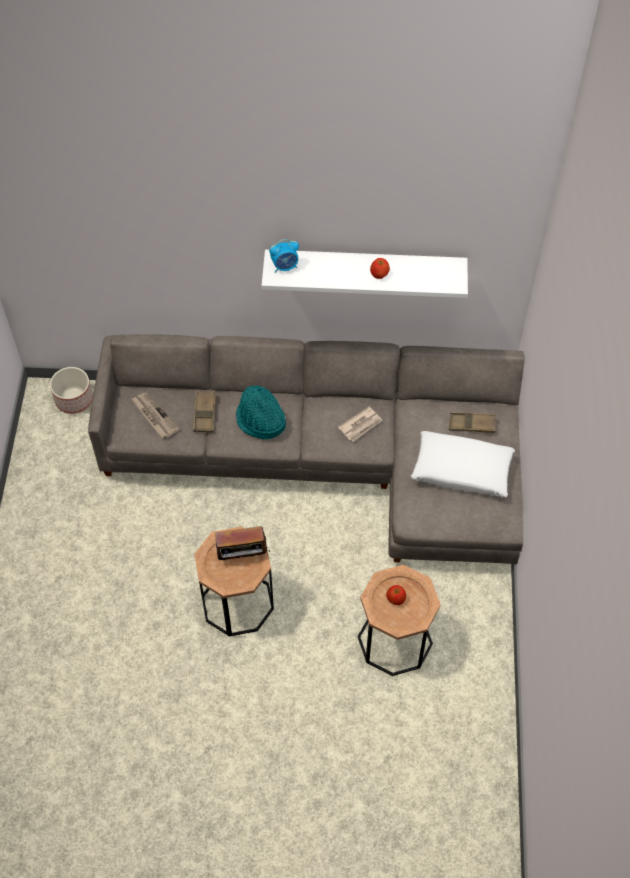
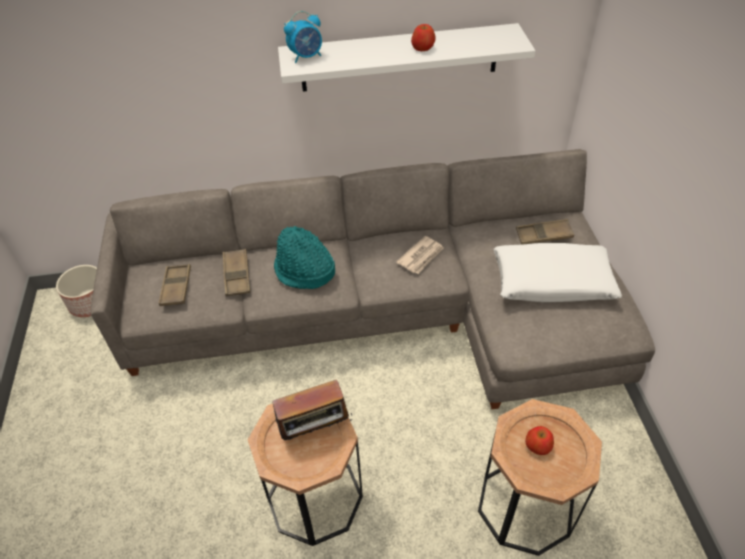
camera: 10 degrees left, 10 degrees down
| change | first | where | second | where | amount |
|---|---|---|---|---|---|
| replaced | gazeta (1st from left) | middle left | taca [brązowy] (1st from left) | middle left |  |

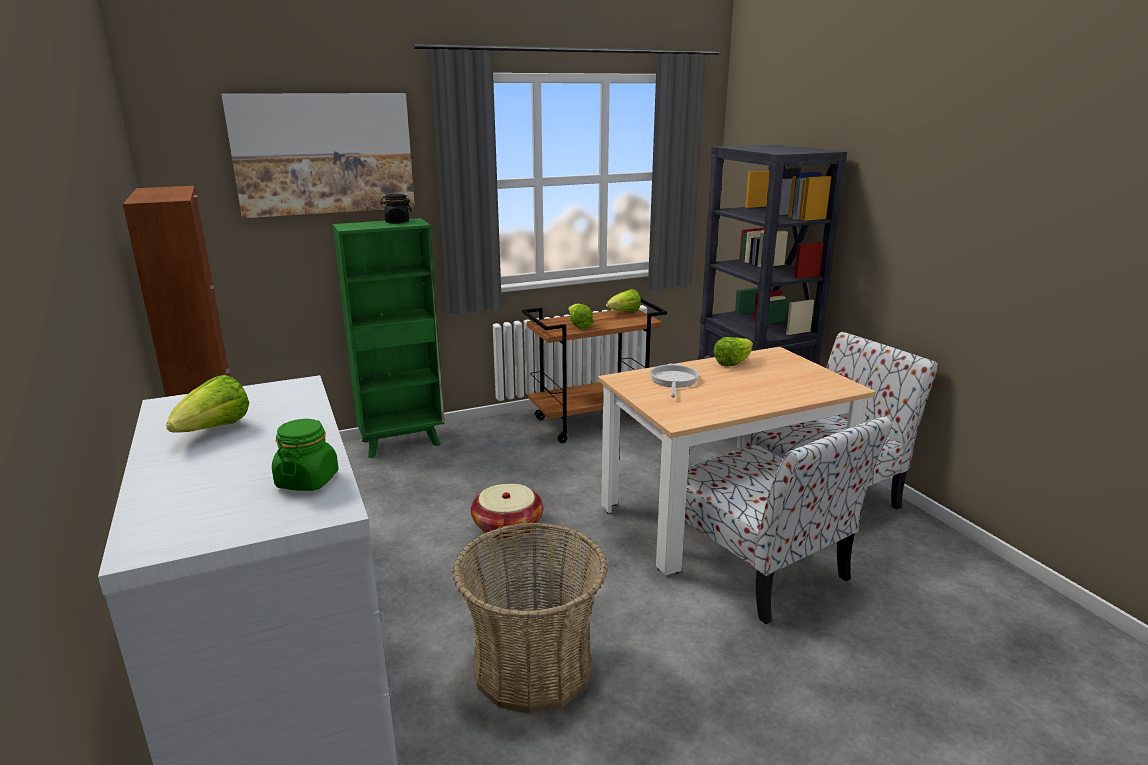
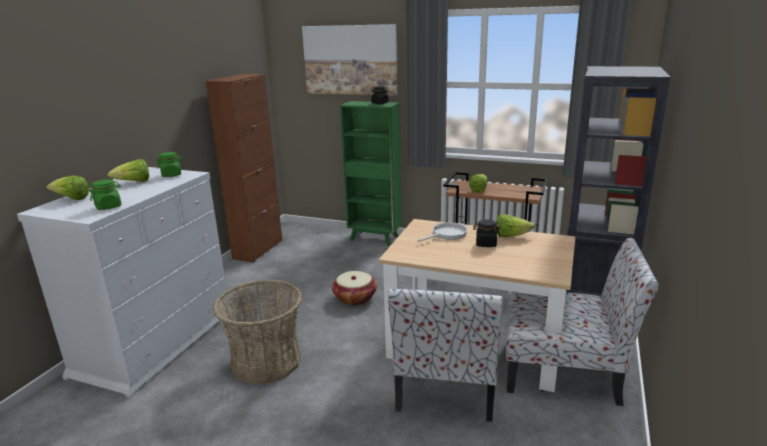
camera: 45 degrees right, 0 degrees up
| change | first | where | second | where | amount |
|---|---|---|---|---|---|
| added |  |  | słoik [zielony] (2nd from left) | middle left |  |
| added |  |  | słoik [czarny] (2nd from left) | centre |  |
| moved | sałata (3rd from left in the first image) | centre | sałata (1st from left) | middle left |  |

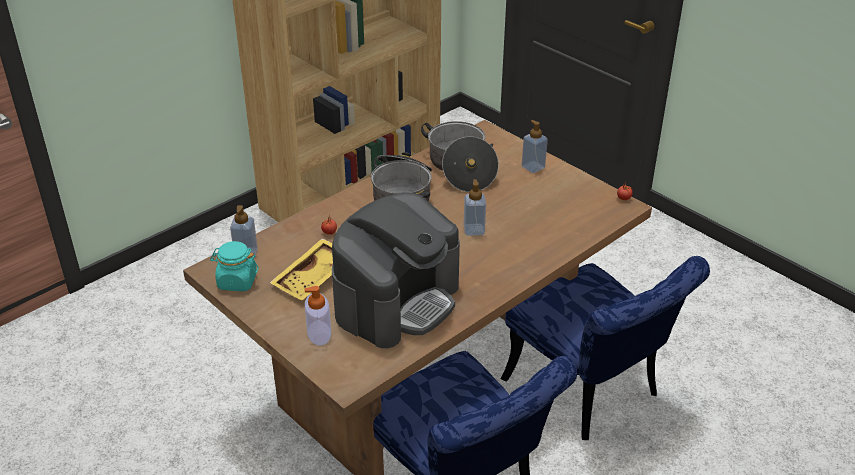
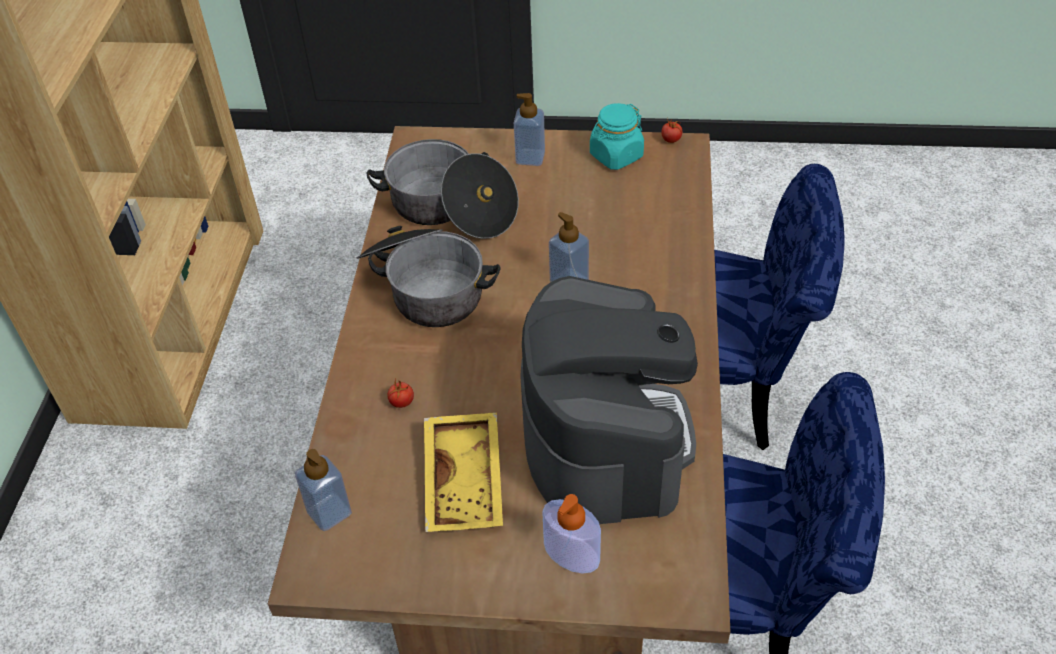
camera: 40 degrees left, 10 degrees up
| change | first | where | second | where | amount |
|---|---|---|---|---|---|
| moved | słoik [turkusowy] | middle left |  | top centre |  |

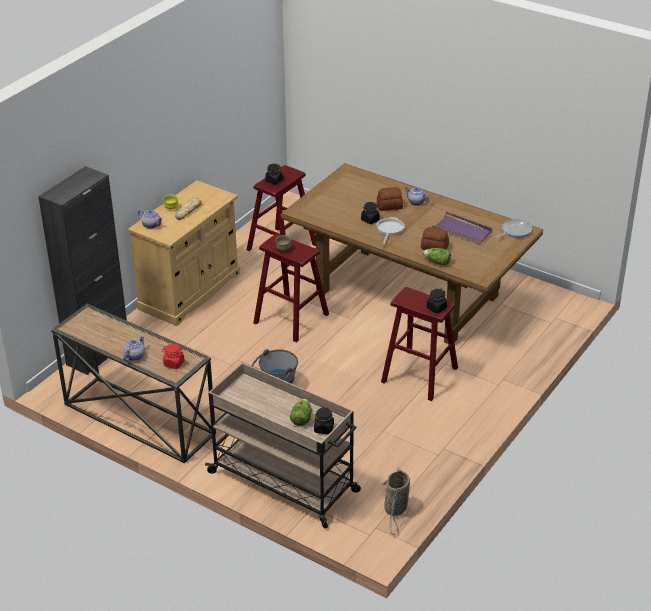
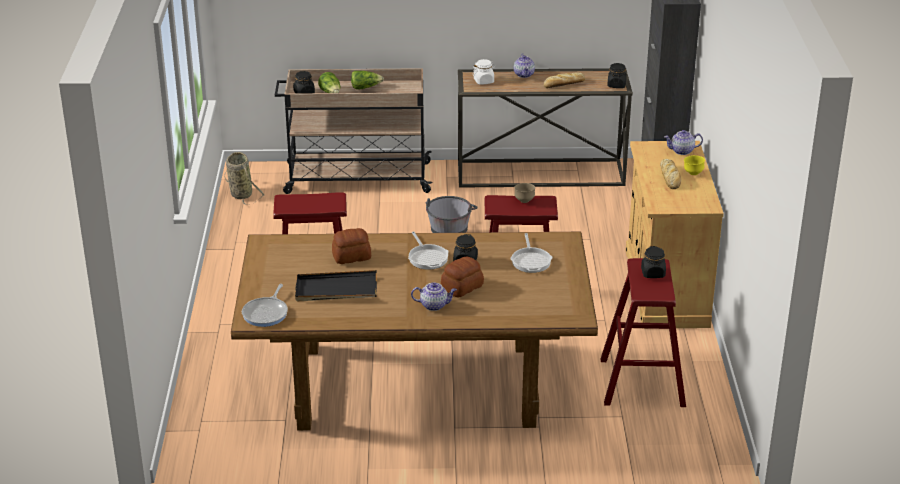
camera: 145 degrees right, 5 degrees down
| change | first | where | second | where | amount |
|---|---|---|---|---|---|
| added |  |  | patelnia (3rd from left) | centre |  |
| added |  |  | chleb (3rd from left) | top centre |  |
| moved | sałata (2nd from left) | middle right |  | top centre |  |
| moved | słoik [czarny] (4th from left in the first image) | middle right | słoik [czarny] (3rd from left) | top right |  |
| recoloured | słoik [czerwony] | middle left | słoik [biały] | top centre |  |
| recoloured | taca [fioletowy] | middle right | taca [czarny] | centre |  |

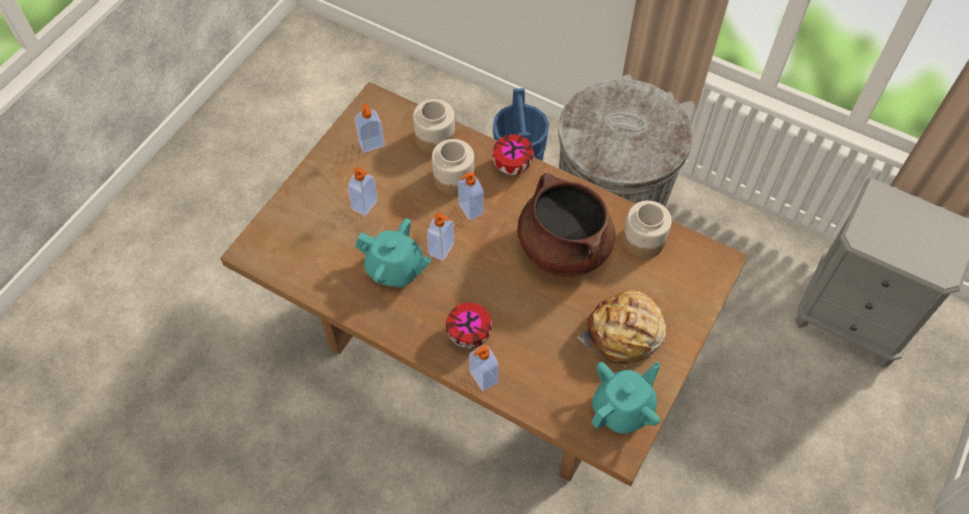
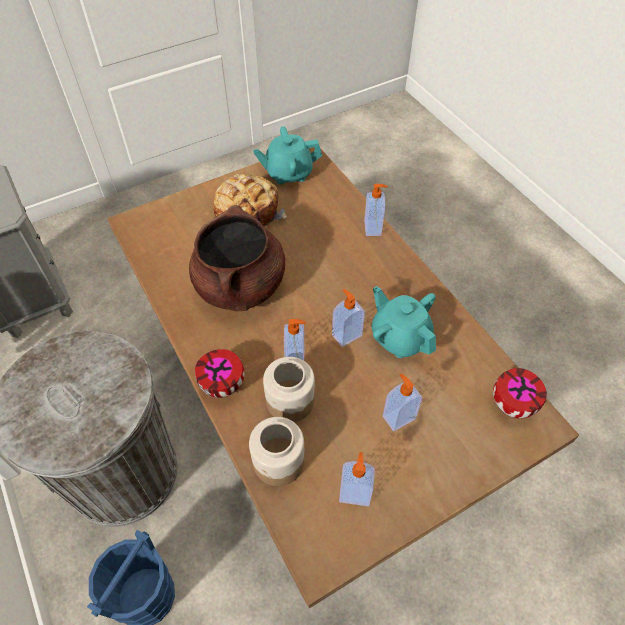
camera: 150 degrees left, 5 degrees down
| change | first | where | second | where | amount |
|---|---|---|---|---|---|
| removed | słoik (3rd from left) | middle right |  |  |  |
| moved | miska (1st from left in the first image) | centre | miska (2nd from left) | middle right |  |

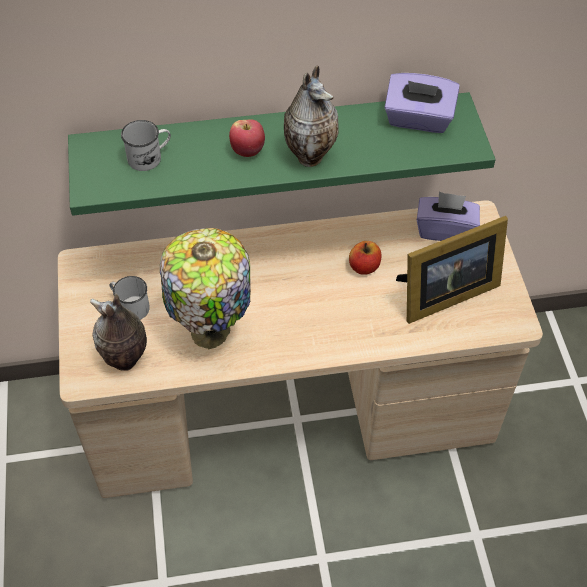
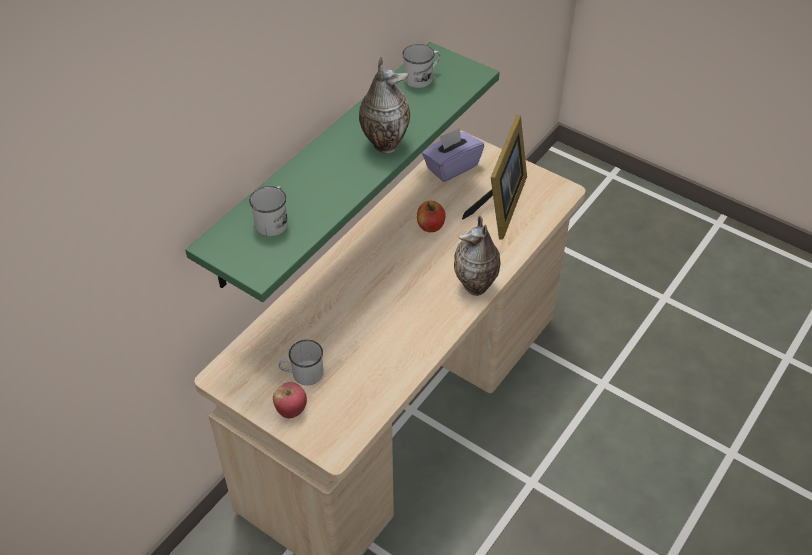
camera: 45 degrees left, 5 degrees down
| change | first | where | second | where | amount |
|---|---|---|---|---|---|
| removed | lampa stołowa | centre |  |  |  |
| moved | wazon (1st from left in the first image) | middle left | wazon (2nd from left) | centre |  |
| moved | jabłko (1st from left) | top centre |  | bottom centre |  |
| replaced | pudełko chusteczek [fioletowy] (1st from left) | top right | kubek [biały] (3rd from left) | top centre |  |

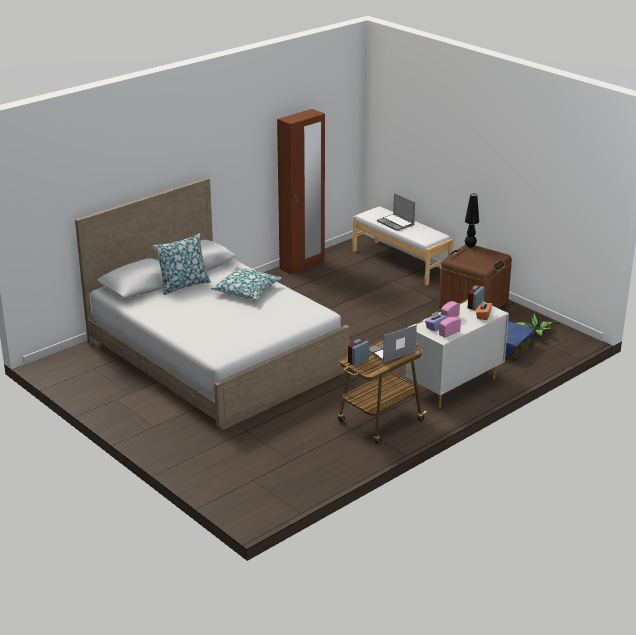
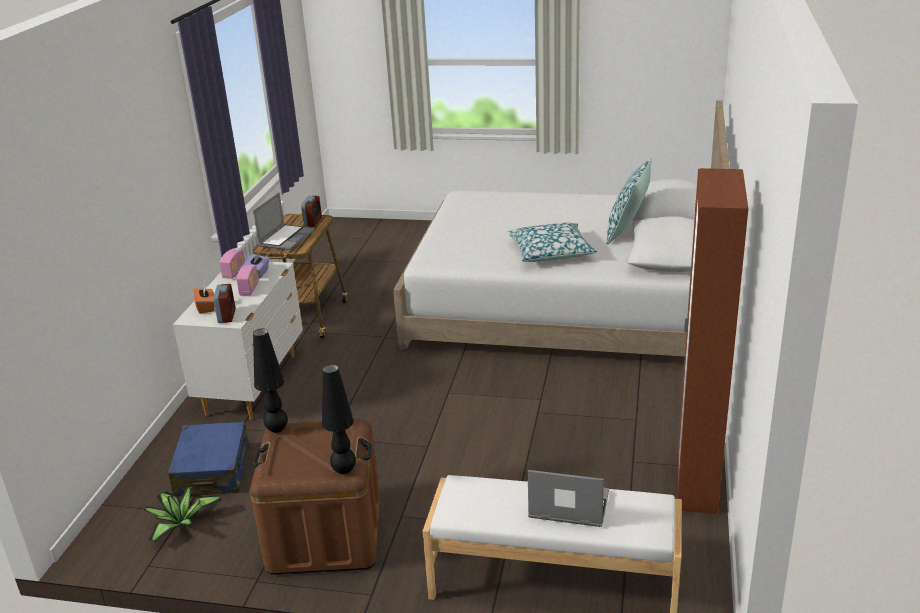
camera: 145 degrees right, 0 degrees up
| change | first | where | second | where | amount |
|---|---|---|---|---|---|
| added |  |  | lampa stołowa [czarny] (1st from left) | middle left |  |

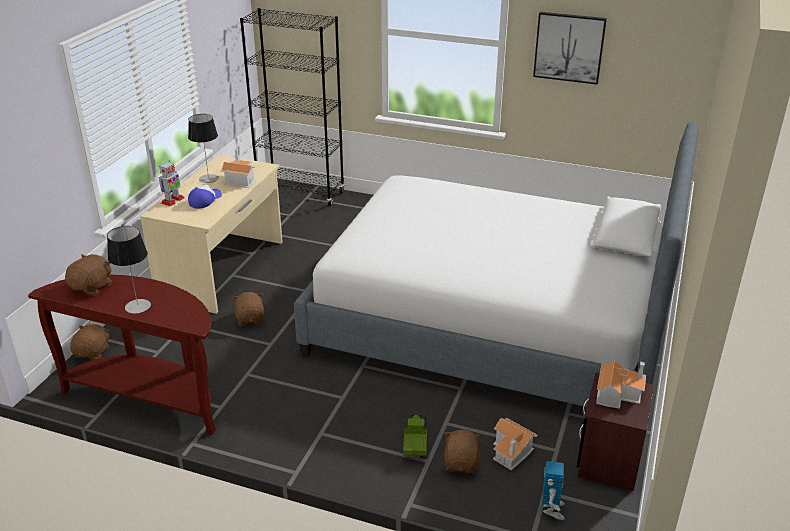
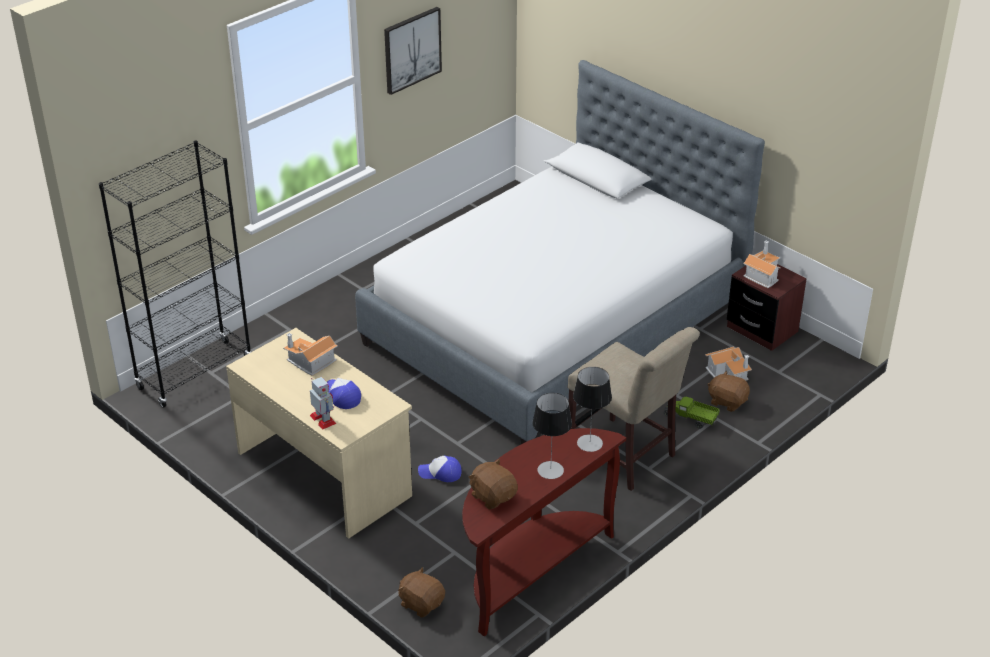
camera: 65 degrees left, 5 degrees up
| change | first | where | second | where | amount |
|---|---|---|---|---|---|
| removed | robot zabawkowy (2nd from left) | bottom right |  |  |  |
| added |  |  | krzesło [beżowy] | centre |  |
| moved | lampa stołowa (2nd from left) | top left |  | centre |  |
| replaced | pluszak [brązowy] (3rd from left) | middle left | czapka z daszkiem (2nd from left) | bottom centre |  |

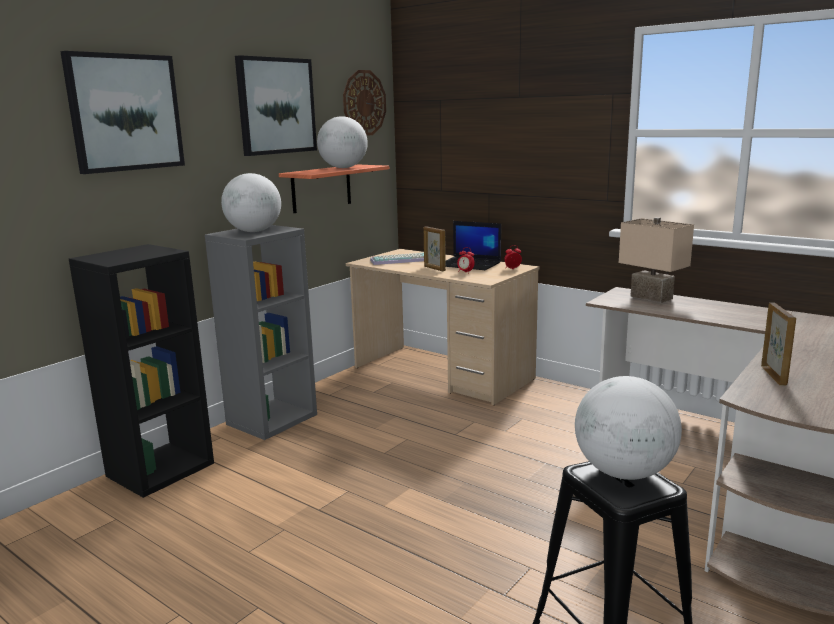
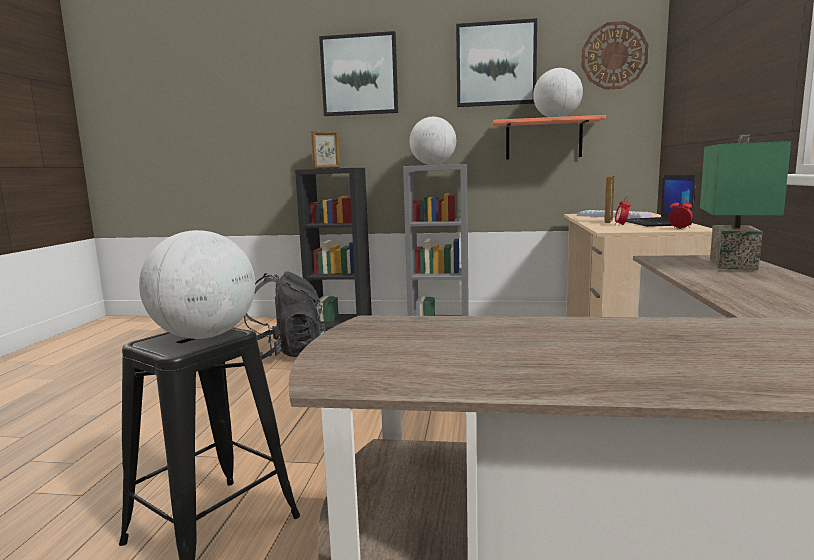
camera: 60 degrees right, 5 degrees down
| change | first | where | second | where | amount |
|---|---|---|---|---|---|
| added |  |  | plecak [czarny] | centre |  |
| moved | ramka na zdjęcie (2nd from left in the first image) | middle right | ramka na zdjęcie (1st from left) | top centre |  |
| recoloured | lampa stołowa [beżowy] | middle right | lampa stołowa [zielony] | middle right |  |

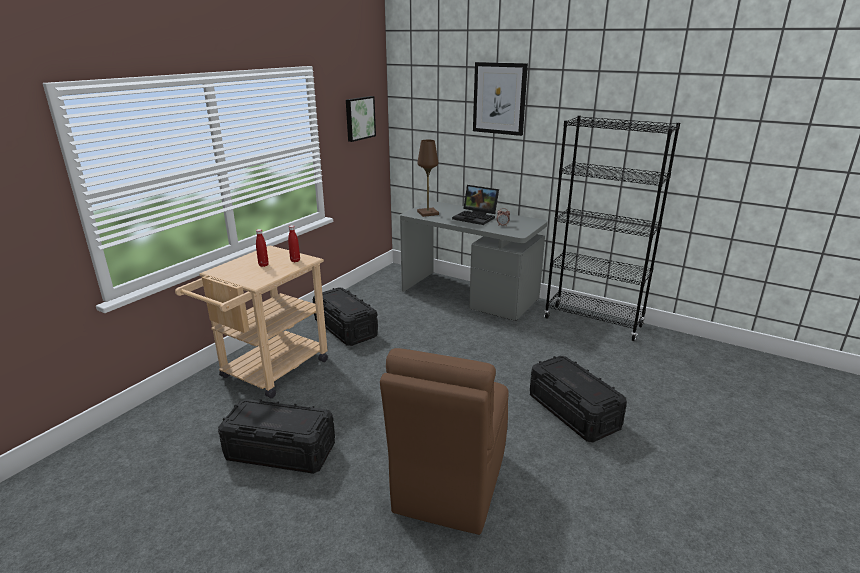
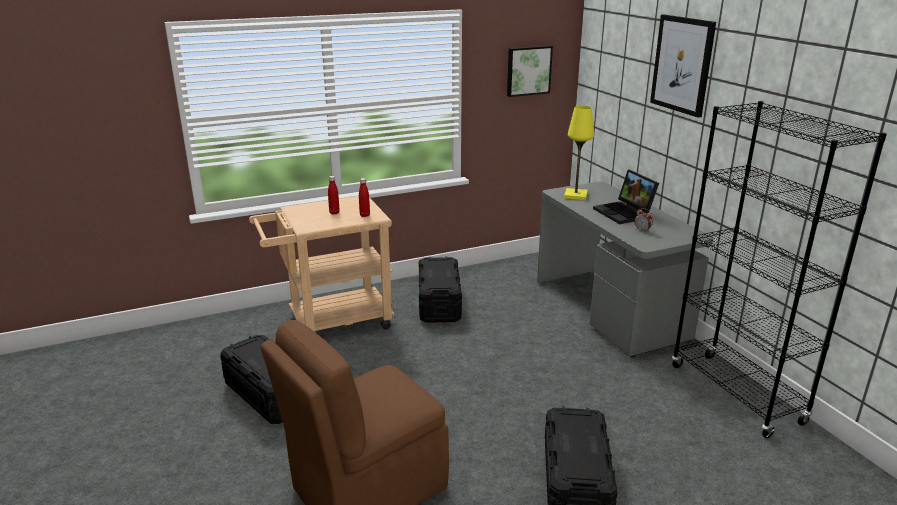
camera: 35 degrees right, 0 degrees up
| change | first | where | second | where | amount |
|---|---|---|---|---|---|
| recoloured | lampa stołowa [brązowy] | top centre | lampa stołowa [żółty] | top centre |  |

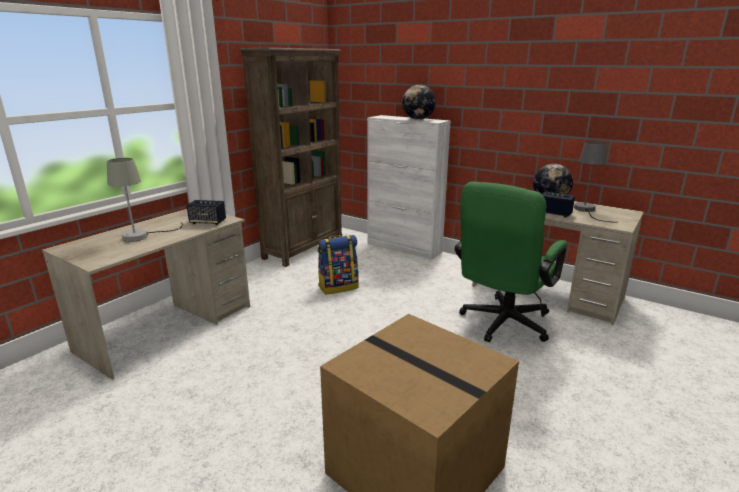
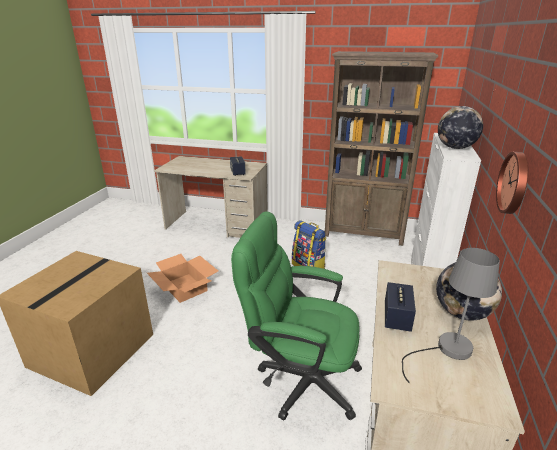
camera: 70 degrees right, 5 degrees up
| change | first | where | second | where | amount |
|---|---|---|---|---|---|
| removed | lampa stołowa [szary] (1st from left) | middle left |  |  |  |
| added |  |  | karton (2nd from left) | middle left |  |
| added |  |  | zegar ścienny | middle right |  |

